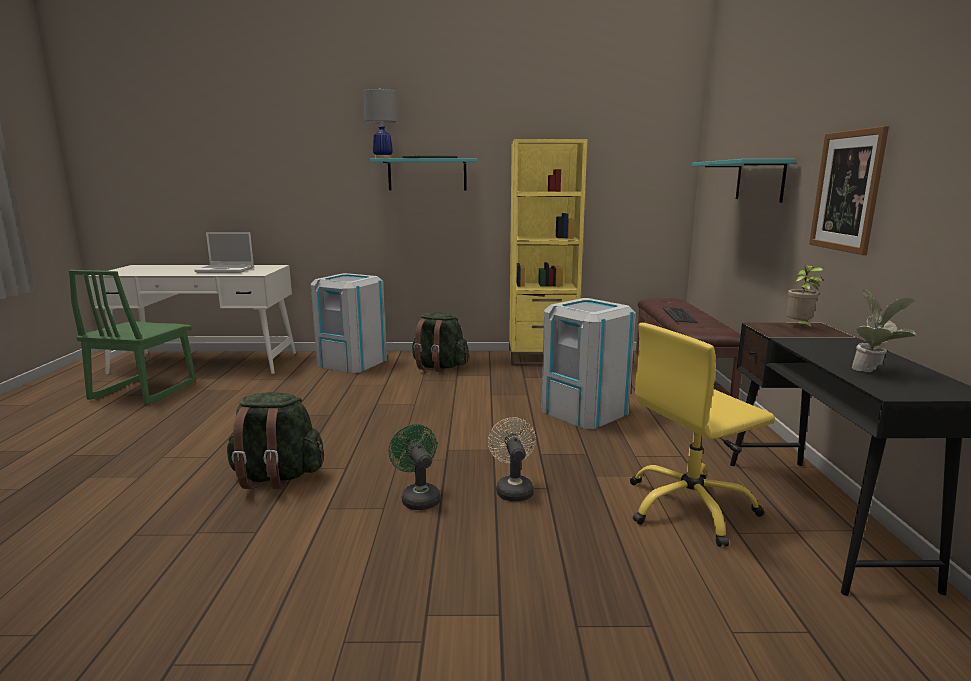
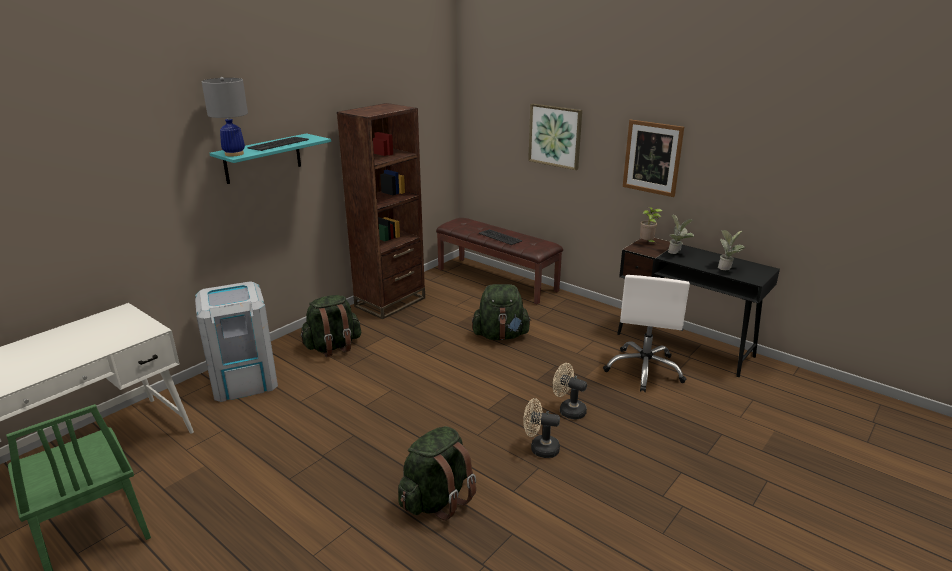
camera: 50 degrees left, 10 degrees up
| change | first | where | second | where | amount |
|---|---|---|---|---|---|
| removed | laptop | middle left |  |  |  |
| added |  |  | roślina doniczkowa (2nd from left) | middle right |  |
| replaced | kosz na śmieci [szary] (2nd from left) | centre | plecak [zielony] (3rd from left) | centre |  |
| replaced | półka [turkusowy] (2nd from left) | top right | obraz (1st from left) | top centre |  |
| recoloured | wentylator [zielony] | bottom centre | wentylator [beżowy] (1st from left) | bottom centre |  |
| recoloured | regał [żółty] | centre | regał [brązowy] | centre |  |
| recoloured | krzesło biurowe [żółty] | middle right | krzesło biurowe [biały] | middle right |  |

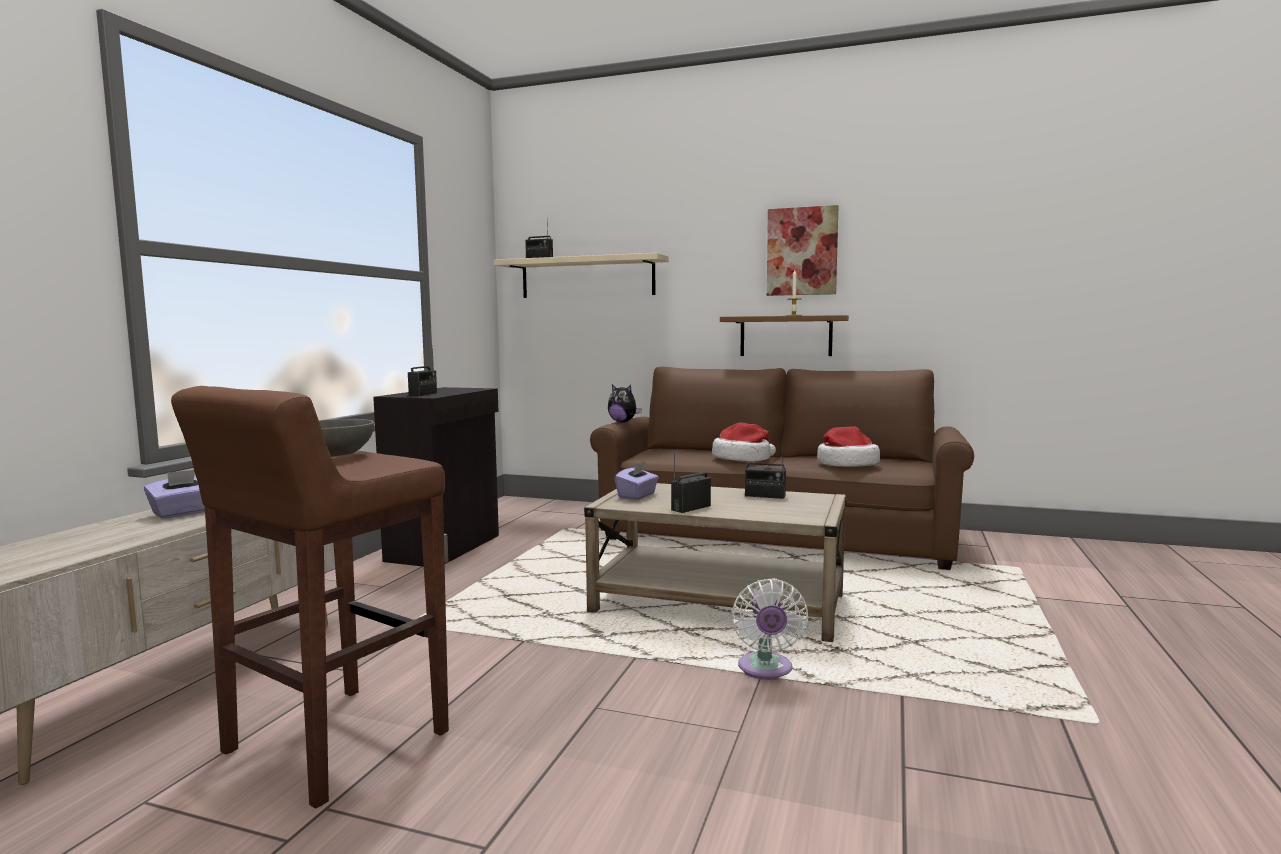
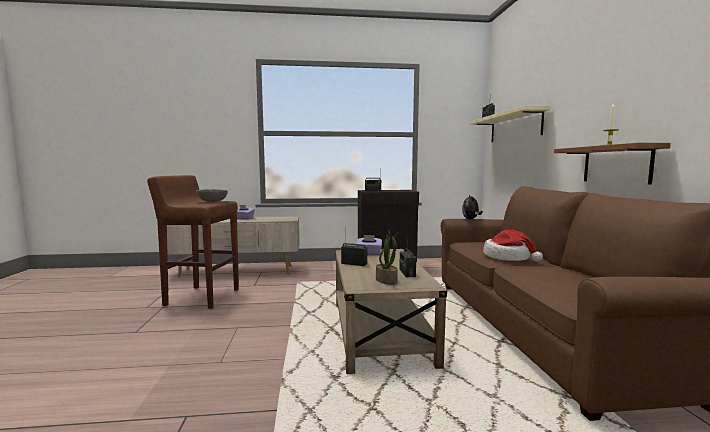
camera: 65 degrees right, 0 degrees up
| change | first | where | second | where | amount |
|---|---|---|---|---|---|
| removed | wentylator [biały] | bottom centre |  |  |  |
| removed | obraz | top centre |  |  |  |
| removed | kapelusz (2nd from left) | centre |  |  |  |
| added |  |  | roślina doniczkowa | centre |  |

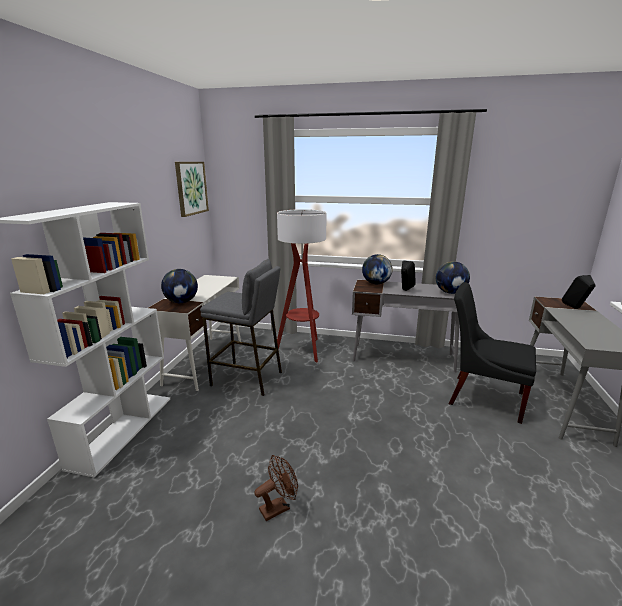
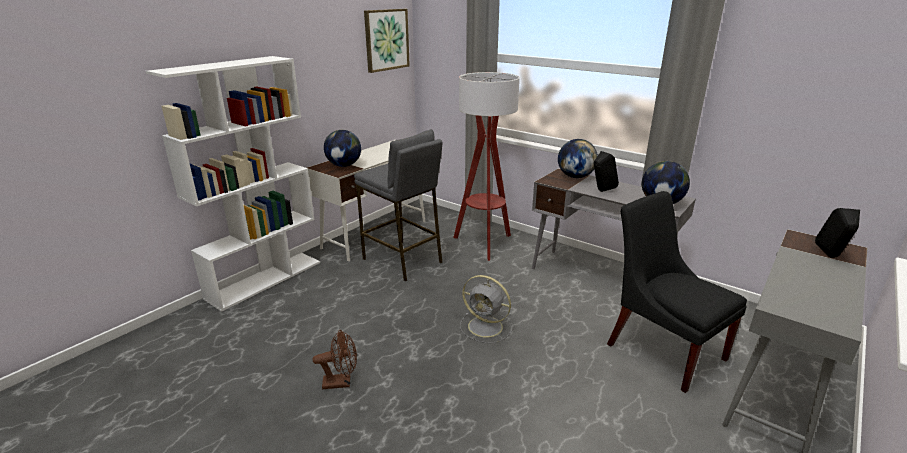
camera: 25 degrees right, 5 degrees up
| change | first | where | second | where | amount |
|---|---|---|---|---|---|
| added |  |  | wentylator [szary] | bottom centre |  |

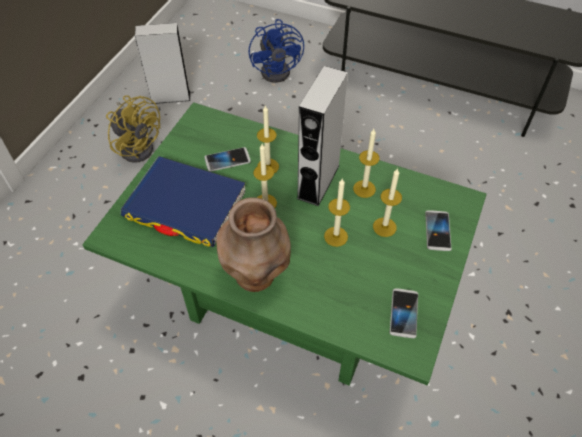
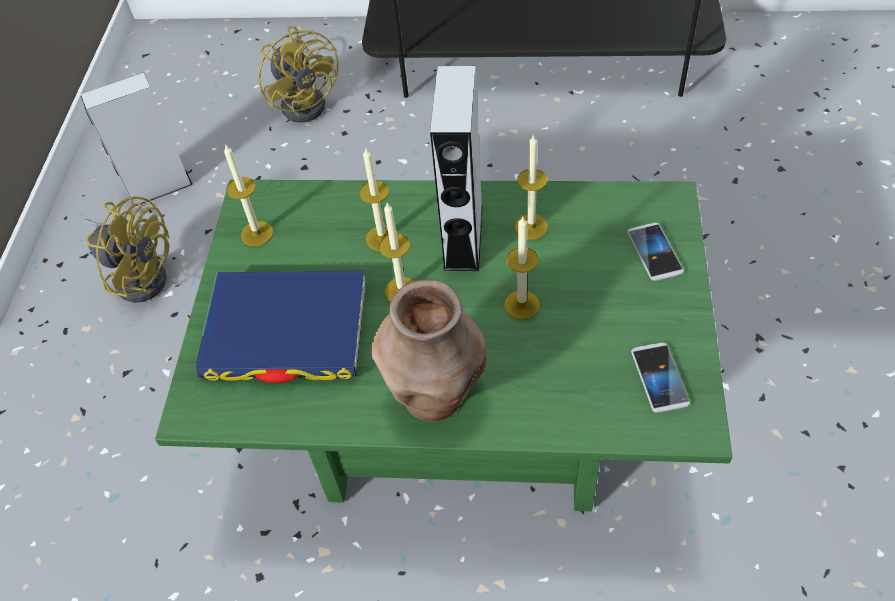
camera: 15 degrees left, 0 degrees up
| change | first | where | second | where | amount |
|---|---|---|---|---|---|
| removed | telefon (1st from left) | centre |  |  |  |
| moved | świeca (5th from left in the first image) | centre | świeca (1st from left) | top left |  |
| recoloured | wentylator [niebieski] | top centre | wentylator [żółty] (2nd from left) | top left |  |

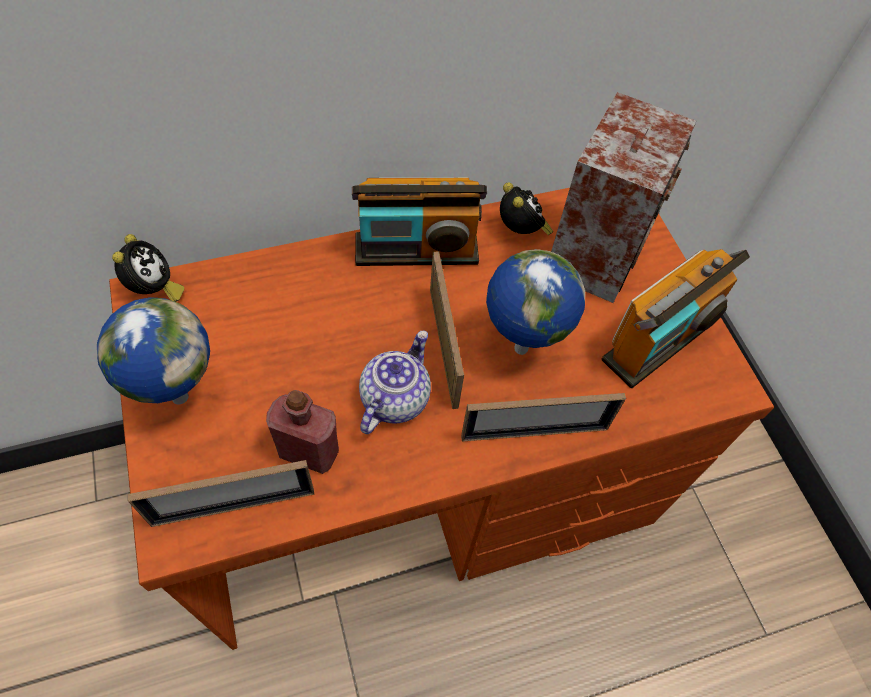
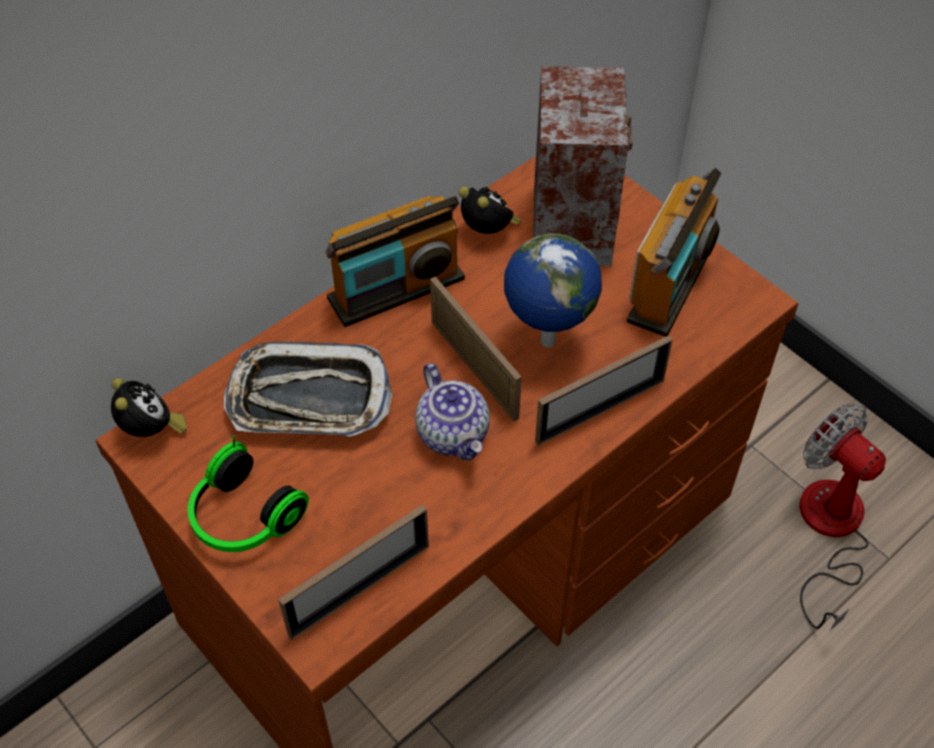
camera: 20 degrees left, 5 degrees down
| change | first | where | second | where | amount |
|---|---|---|---|---|---|
| removed | butelka [czerwony] | centre |  |  |  |
| added |  |  | taca | middle left |  |
| added |  |  | wentylator | bottom right |  |
| replaced | globus (1st from left) | middle left | słuchawki | middle left |  |
| turned | imbryk | centre |  | centre | 150 degrees clockwise |

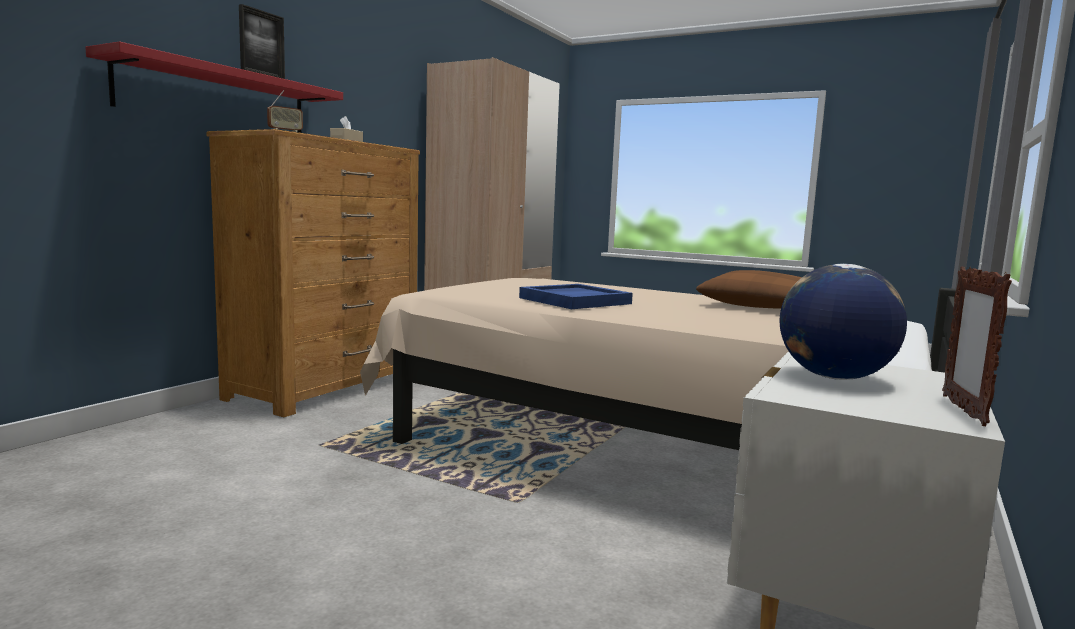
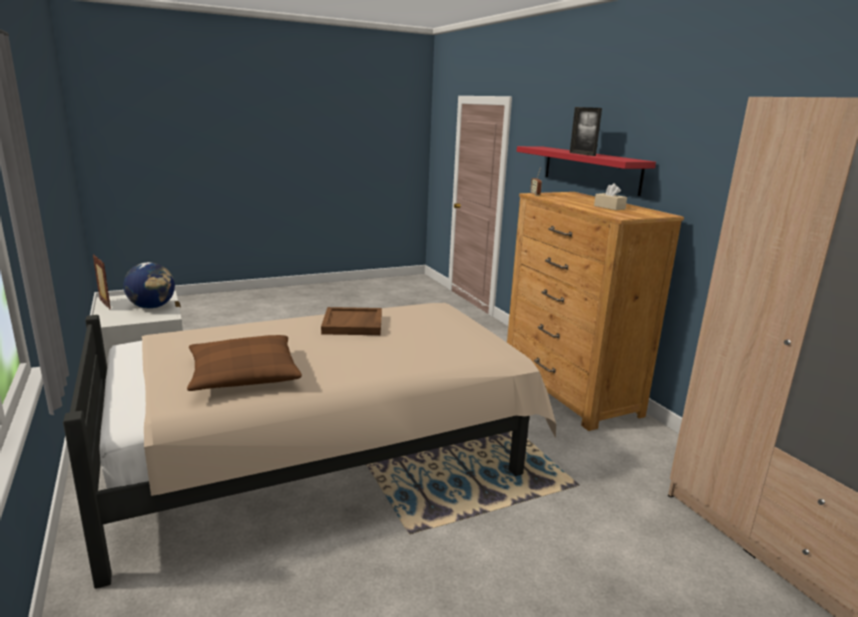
camera: 125 degrees right, 10 degrees up
| change | first | where | second | where | amount |
|---|---|---|---|---|---|
| recoloured | taca [niebieski] | centre | taca [brązowy] | centre |  |

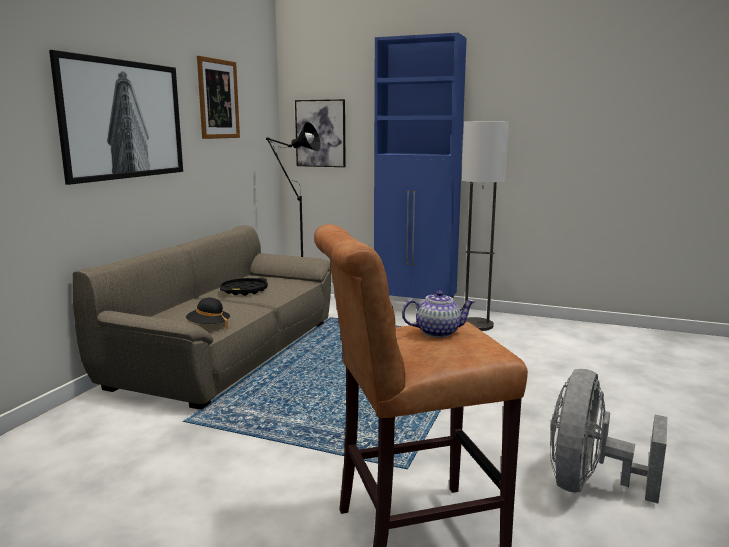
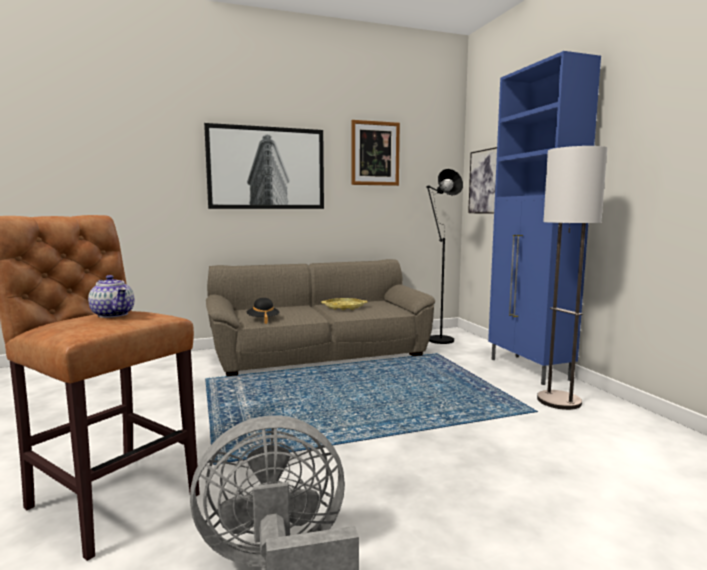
camera: 50 degrees right, 5 degrees down
| change | first | where | second | where | amount |
|---|---|---|---|---|---|
| recoloured | taca [czarny] | centre | taca [żółty] | centre |  |

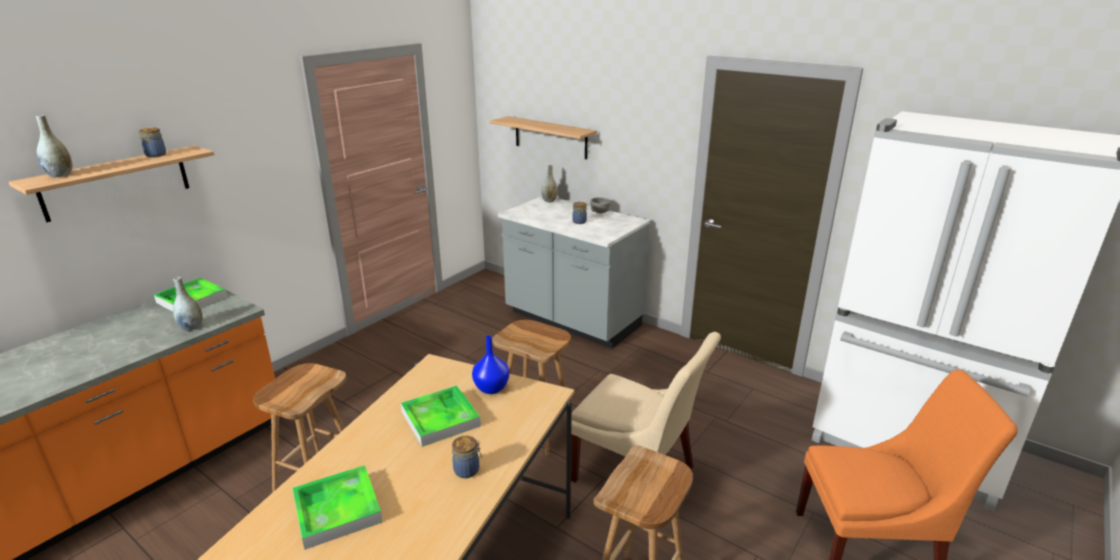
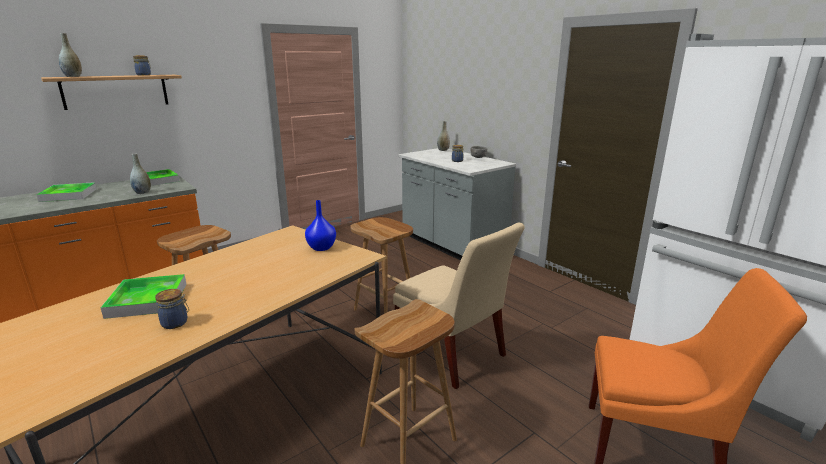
camera: 15 degrees right, 5 degrees down
| change | first | where | second | where | amount |
|---|---|---|---|---|---|
| removed | półka (2nd from left) | top centre |  |  |  |
| moved | taca (3rd from left in the first image) | bottom centre | taca (1st from left) | middle left |  |
| moved | słoik (2nd from left) | bottom centre |  | middle left |  |

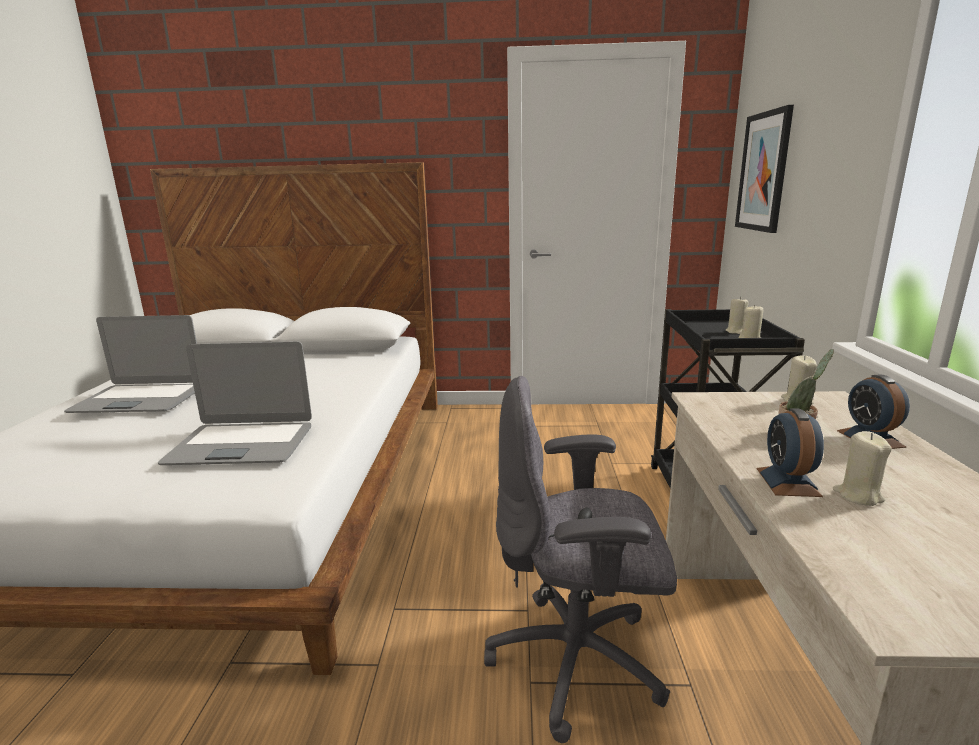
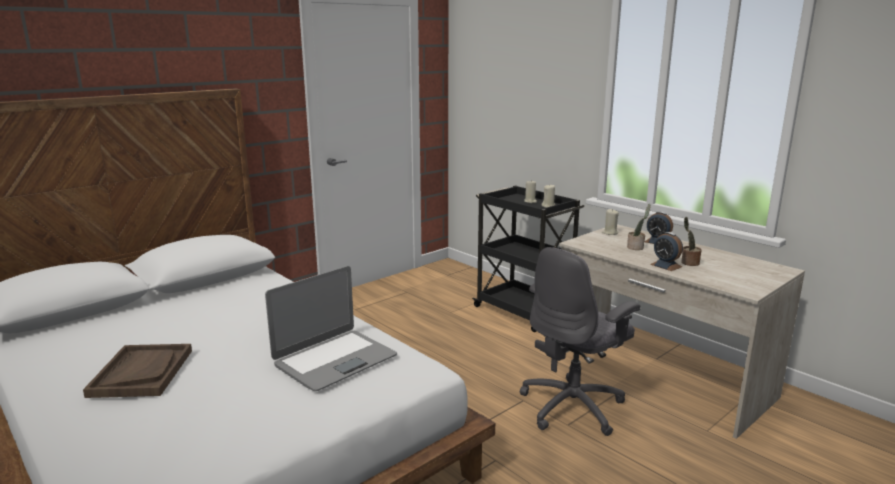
camera: 45 degrees left, 0 degrees up
| change | first | where | second | where | amount |
|---|---|---|---|---|---|
| removed | obraz | top right |  |  |  |
| replaced | laptop (1st from left) | middle left | taca [brązowy] | bottom left |  |
| replaced | świeca [beżowy] (4th from left) | middle right | roślina doniczkowa (2nd from left) | middle right |  |

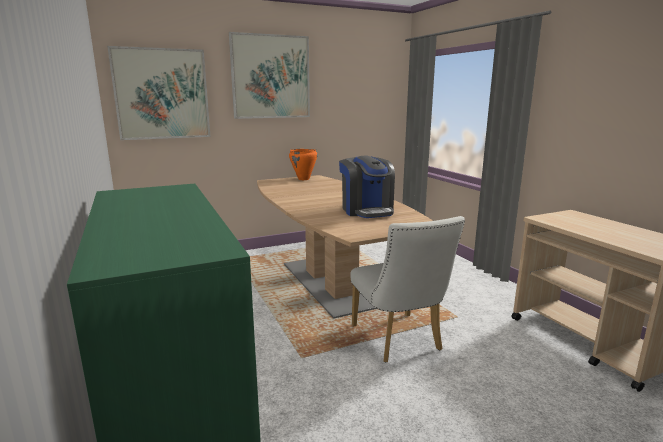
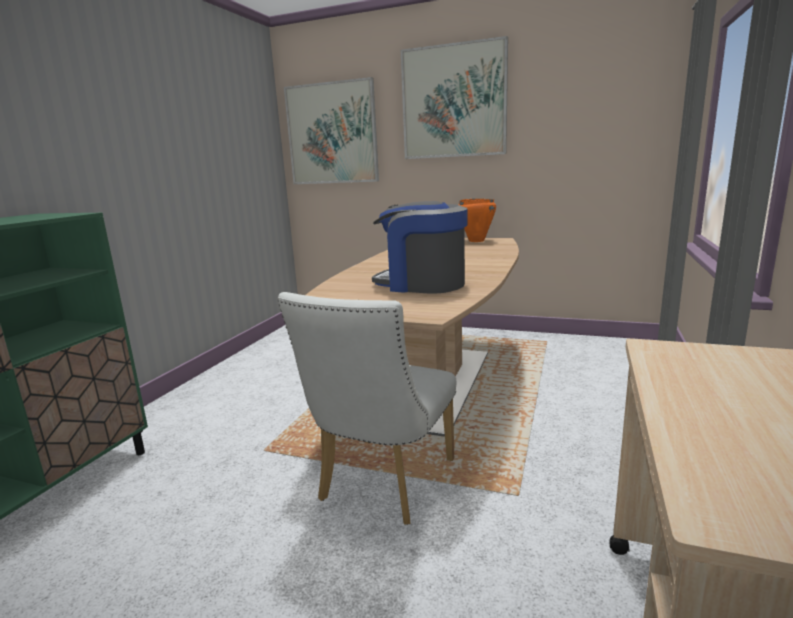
camera: 45 degrees right, 0 degrees up
| change | first | where | second | where | amount |
|---|---|---|---|---|---|
| turned | ekspres do kawy | centre |  | centre | 90 degrees clockwise |

